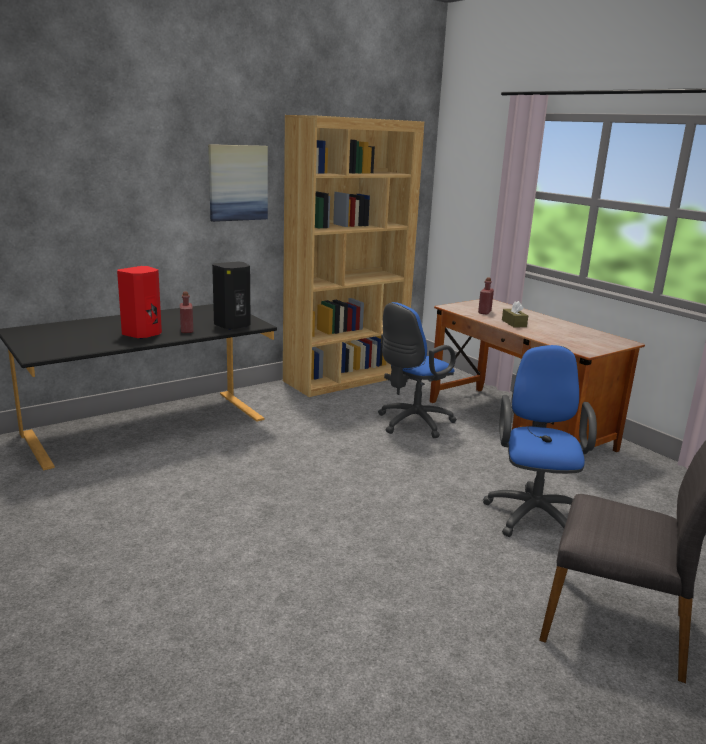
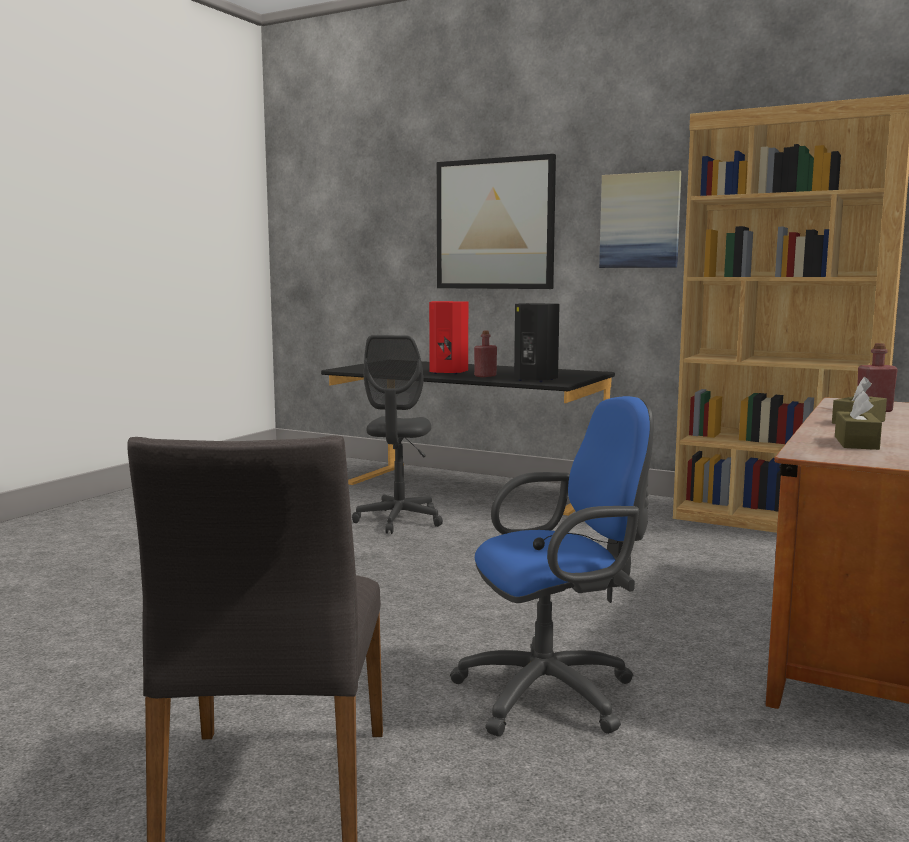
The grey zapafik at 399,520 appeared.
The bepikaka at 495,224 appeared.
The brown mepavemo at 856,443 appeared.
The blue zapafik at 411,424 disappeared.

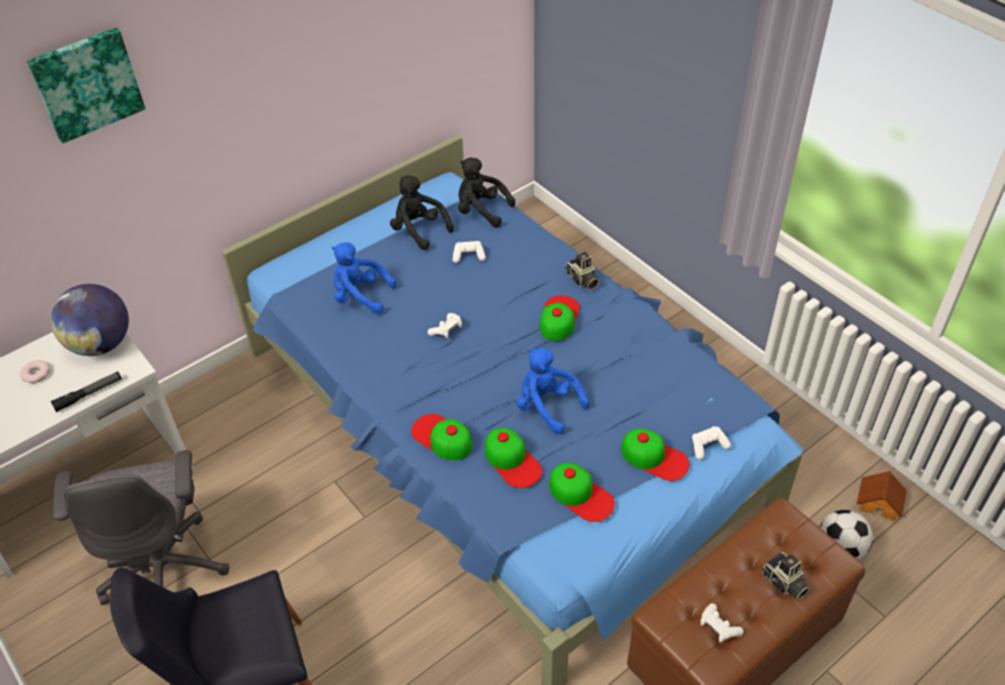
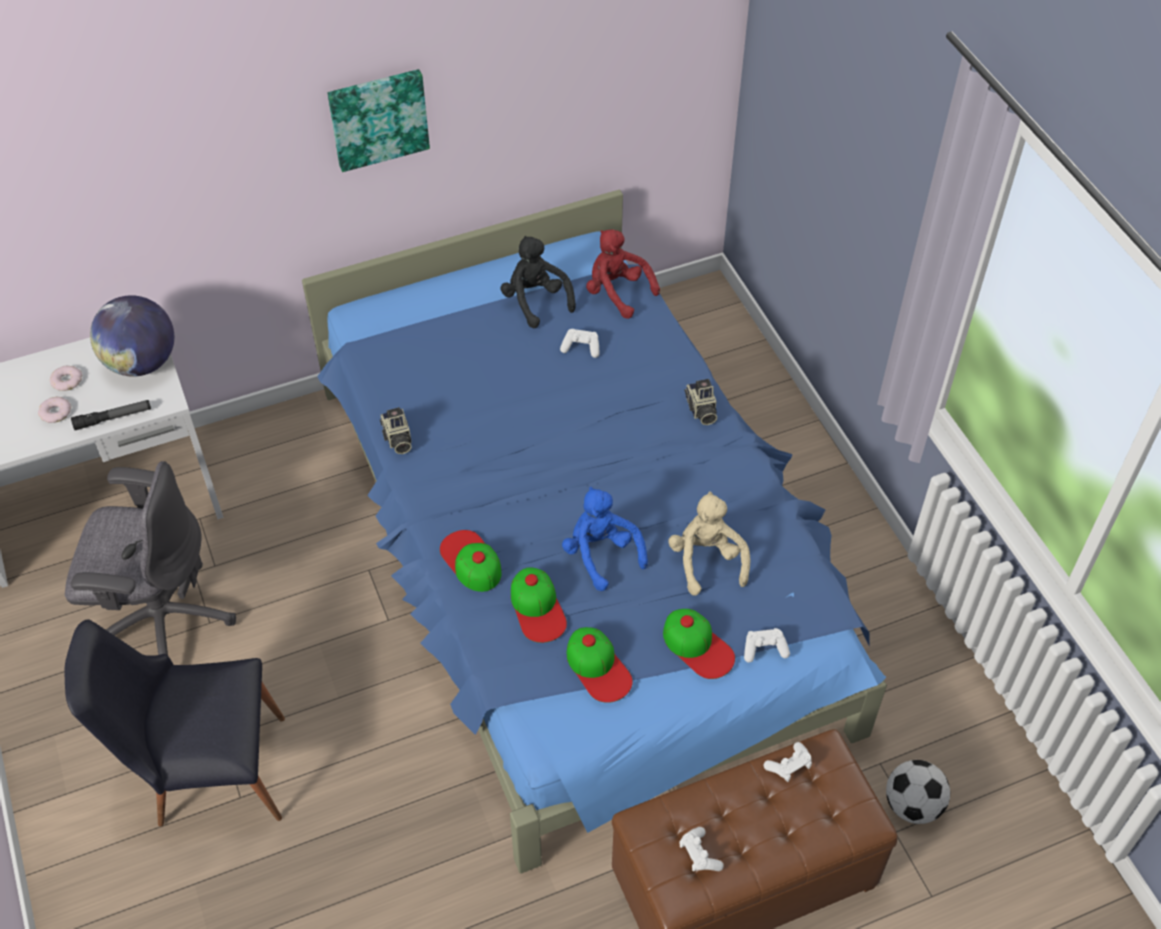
The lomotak at 55,412 appeared.
The grey zapafik at 165,568 turned 90 degrees counterclockwise.
The bepikaka moved from 86,83 to 378,118.
The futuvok moved from 784,583 to 397,439.
The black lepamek at 481,211 became the red lepamek at 617,292.
The beige lepamek at 707,560 appeared.
The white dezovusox moved from 446,330 to 789,766.
The blue lepamek at 360,296 disappeared.
The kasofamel at 558,317 disappeared.
The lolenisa at 879,503 disappeared.

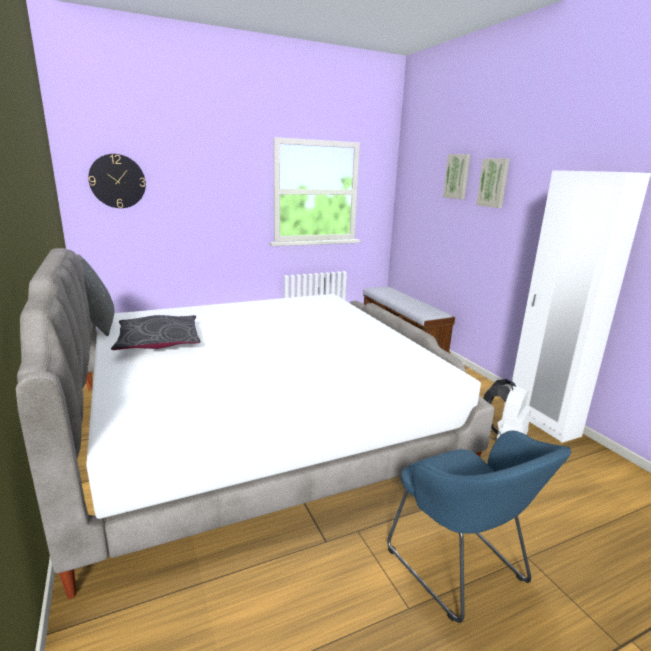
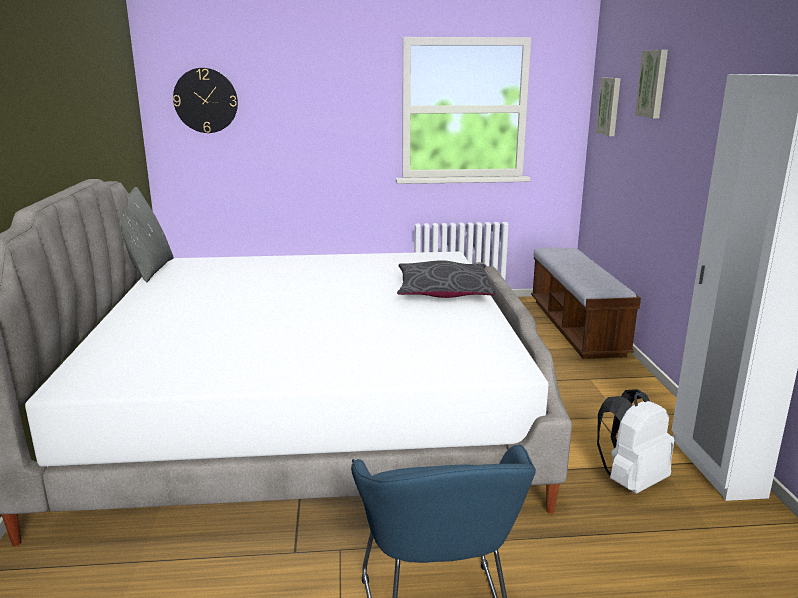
The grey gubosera moved from 158,342 to 443,292.
The bepikaka moved from 494,183 to 610,106.

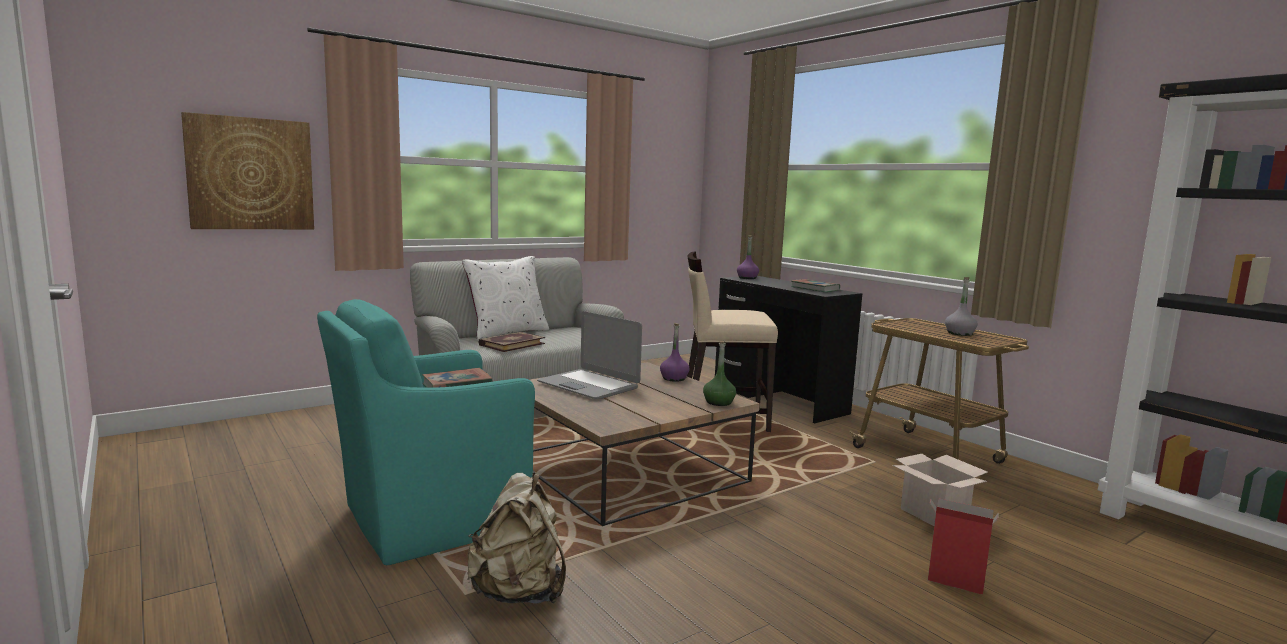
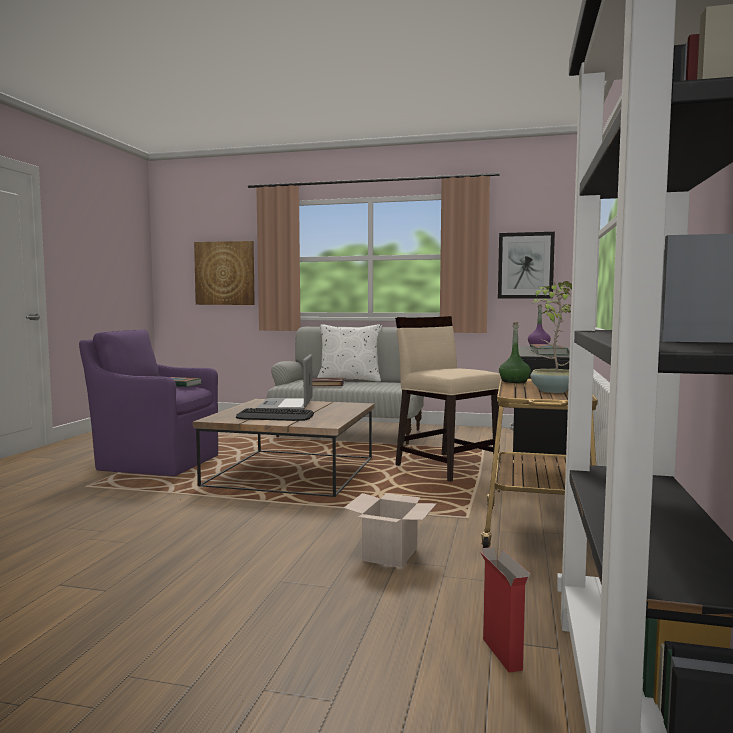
The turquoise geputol at 430,519 became the purple geputol at 156,462.
The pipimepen at 275,416 appeared.
The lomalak moved from 953,584 to 501,653.
The bepikaka at 525,265 appeared.
The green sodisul moved from 718,402 to 514,381.
The grey sodisul at 959,333 was replaced by the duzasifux at 551,391.
The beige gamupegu at 519,593 disappeared.
The purple sodisul at 674,378 disappeared.

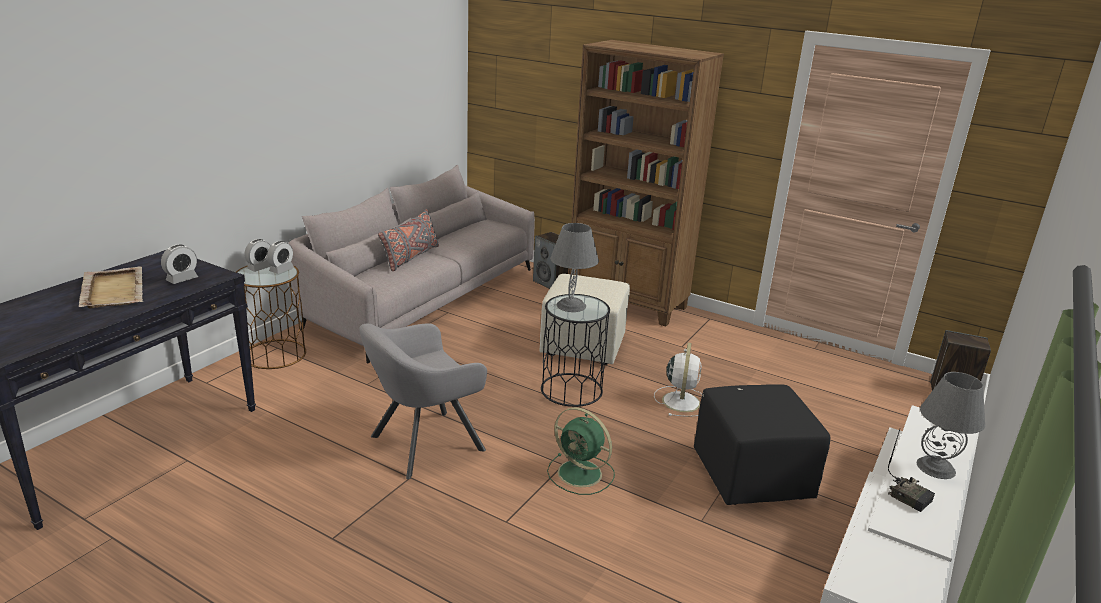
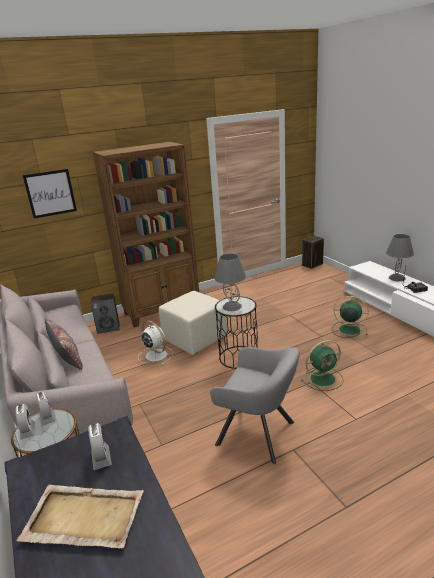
The bepikaka at 50,193 appeared.
The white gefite moved from 681,401 to 155,355.
The grey geputol at 422,445 turned 60 degrees counterclockwise.
The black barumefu at 750,476 was replaced by the green gefite at 348,329.

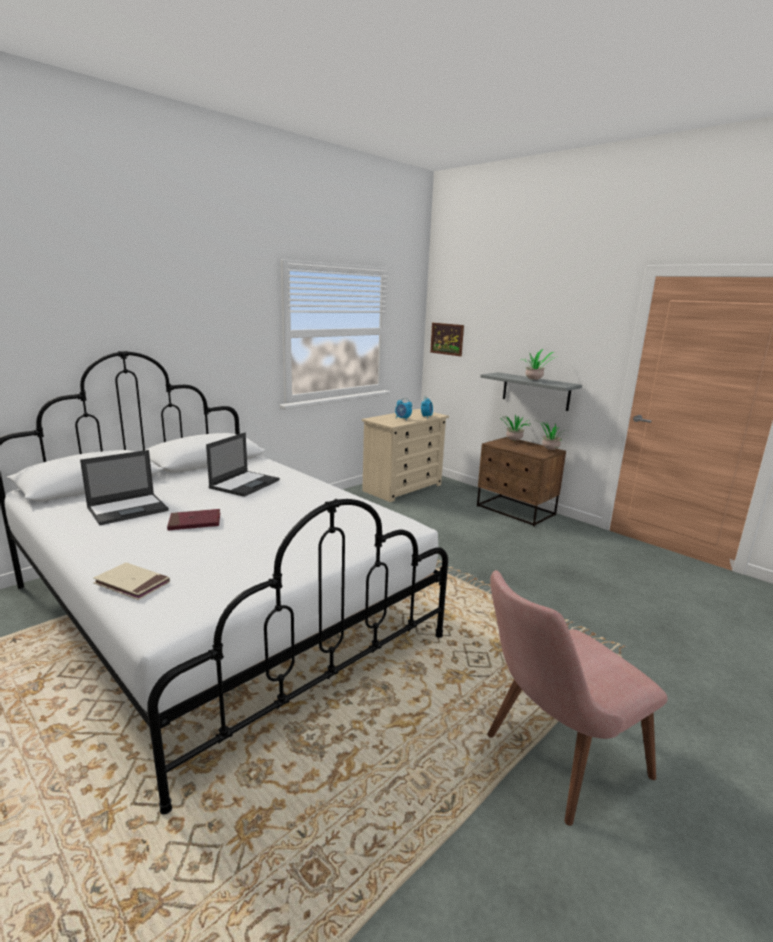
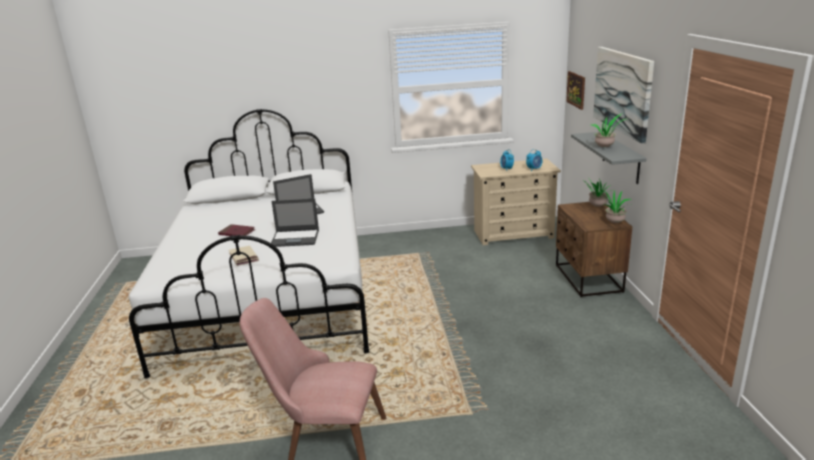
The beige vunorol moved from 132,584 to 243,257.
The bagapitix moved from 129,509 to 296,238.
The bepikaka at 622,91 appeared.

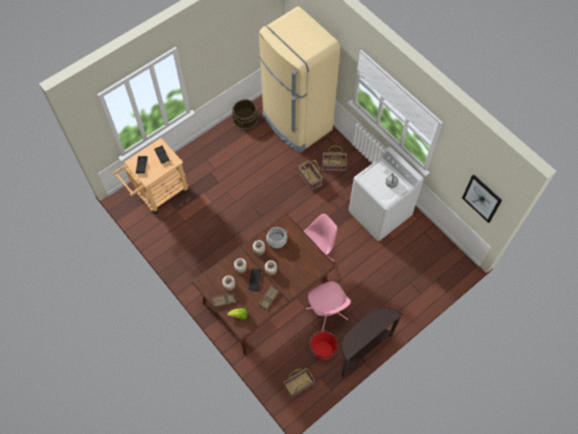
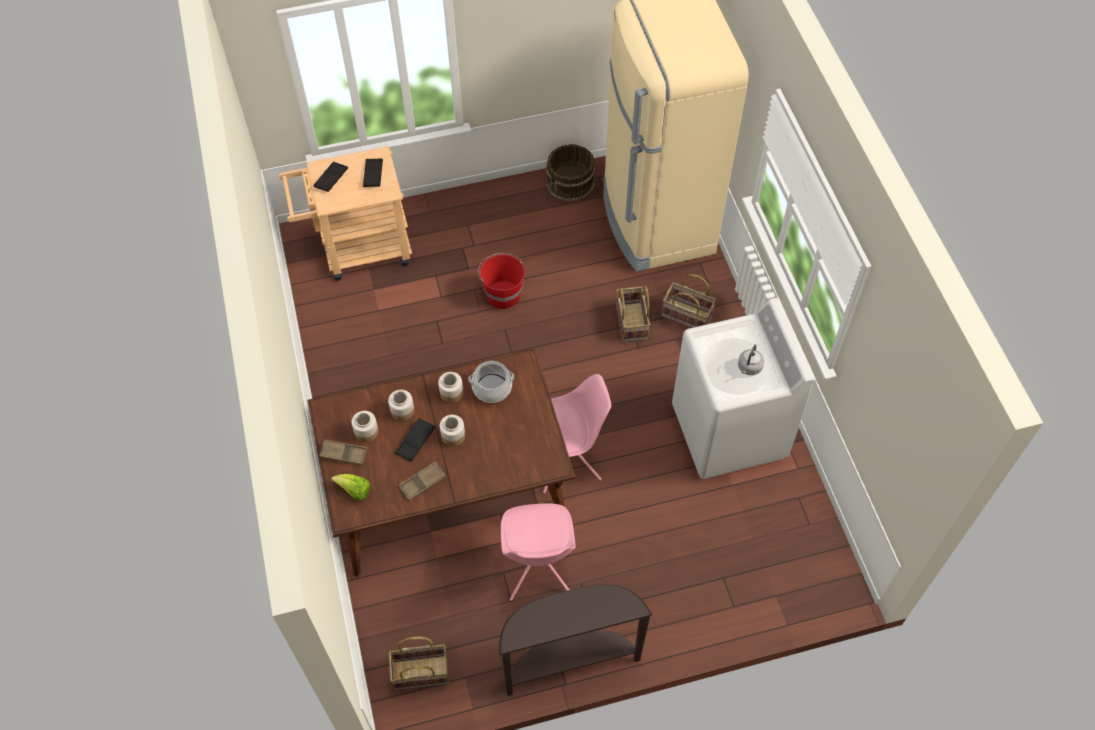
The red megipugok moved from 322,350 to 503,294.
The bepikaka at 482,198 disappeared.

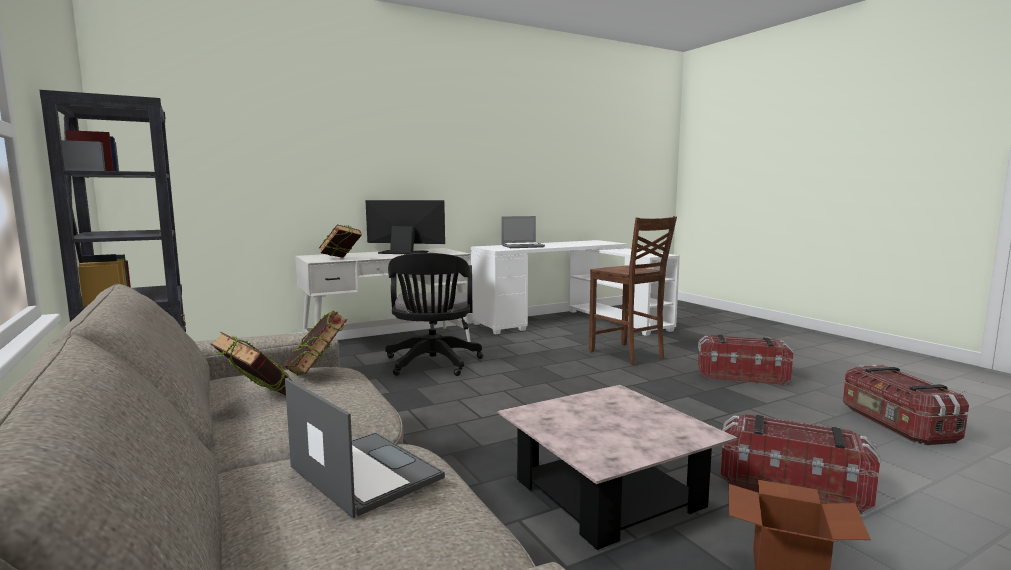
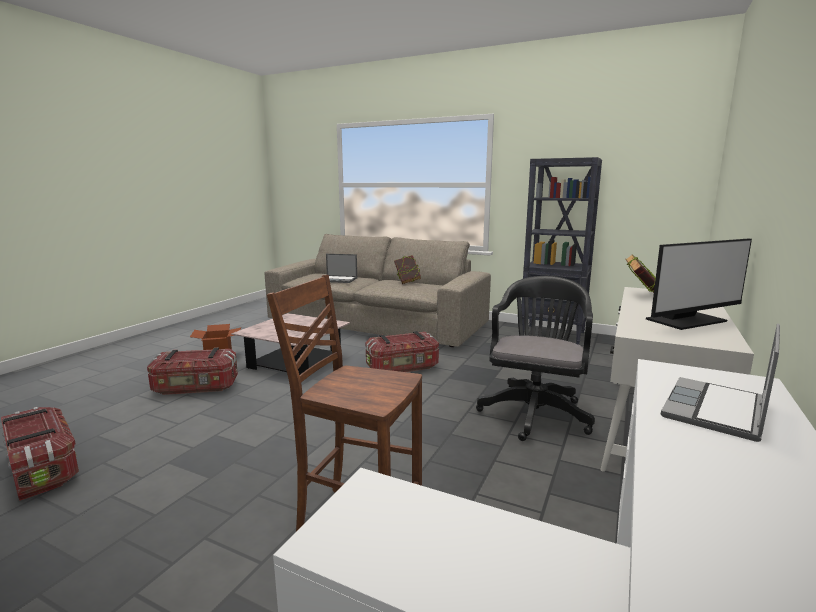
The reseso moved from 741,376 to 403,368.
The black zapafik at 432,364 turned 60 degrees clockwise.
The vunorol at 317,374 disappeared.

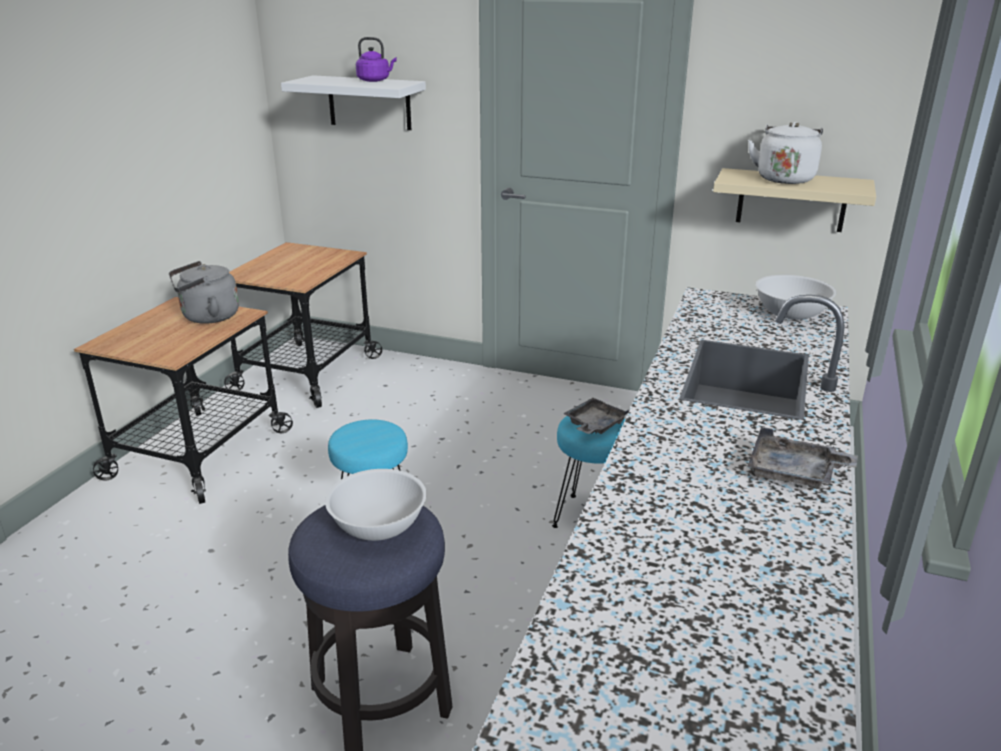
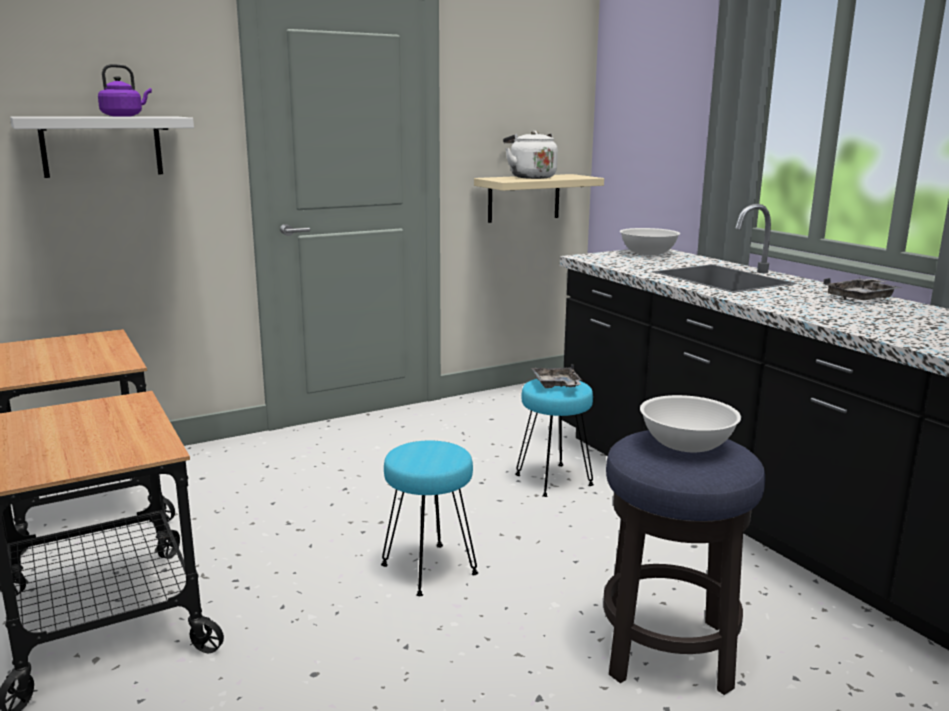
The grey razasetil at 207,317 disappeared.

